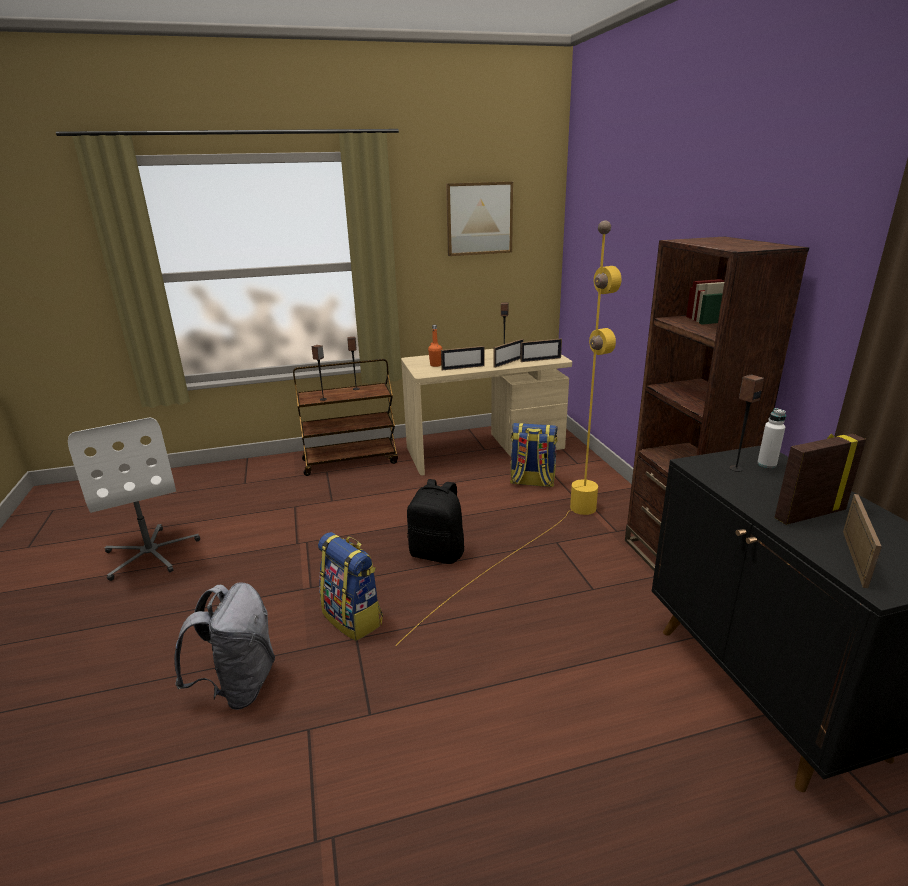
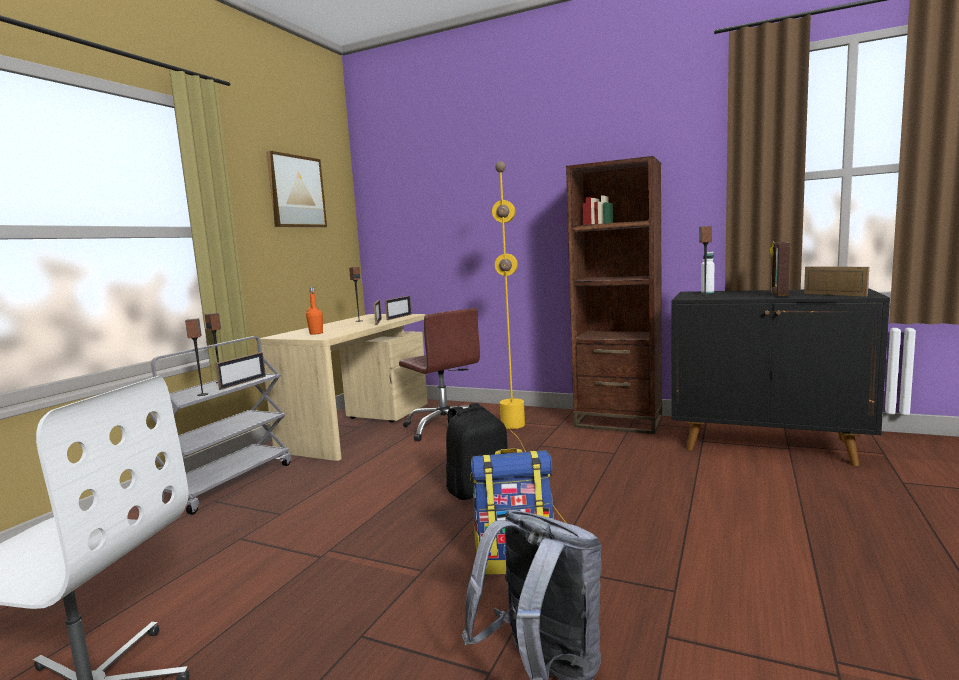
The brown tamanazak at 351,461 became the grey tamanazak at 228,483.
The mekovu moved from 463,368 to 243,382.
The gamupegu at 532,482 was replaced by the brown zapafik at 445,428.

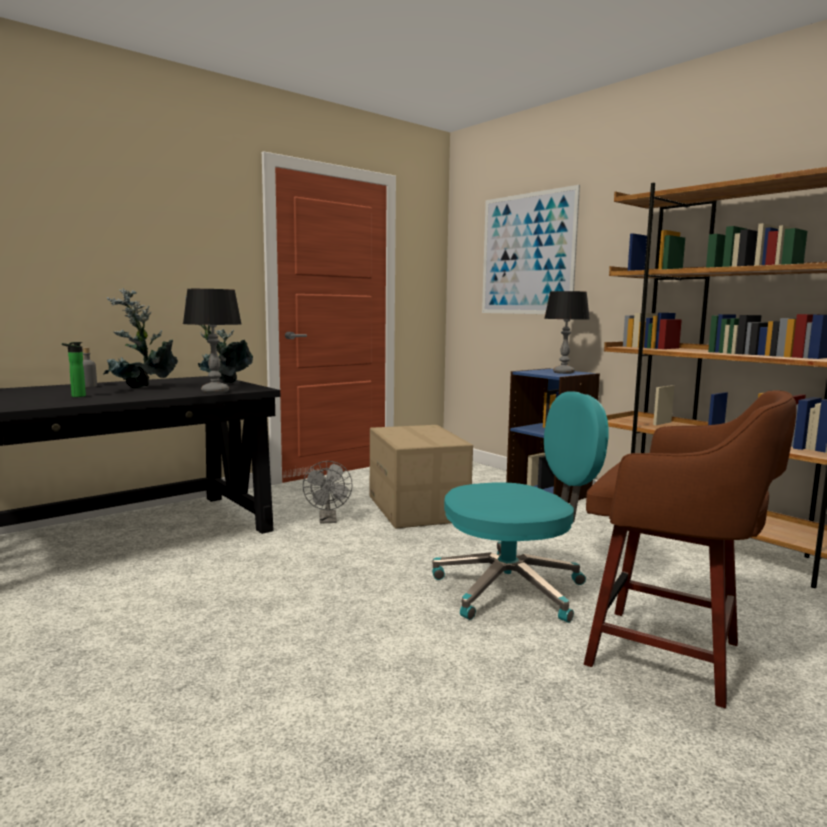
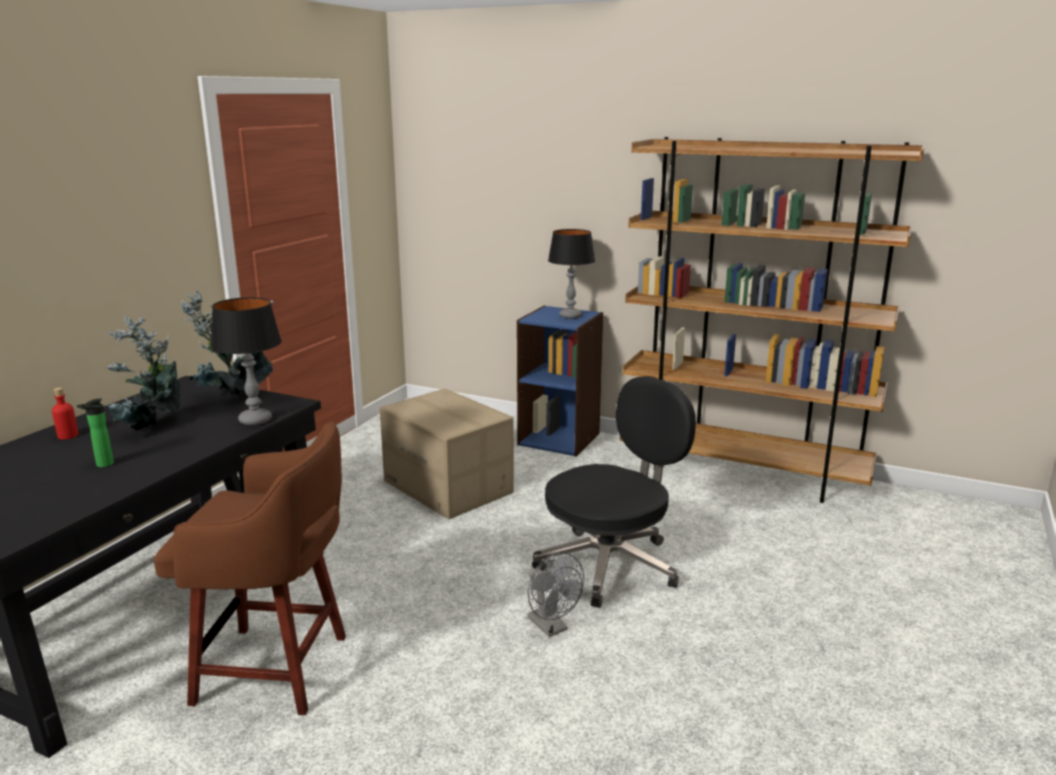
The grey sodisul at 89,386 became the red sodisul at 68,435.
The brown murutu moved from 670,655 to 277,669.
The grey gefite moved from 328,520 to 551,627.
The turquoise zapafik at 513,589 became the black zapafik at 610,565.
The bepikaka at 527,254 disappeared.

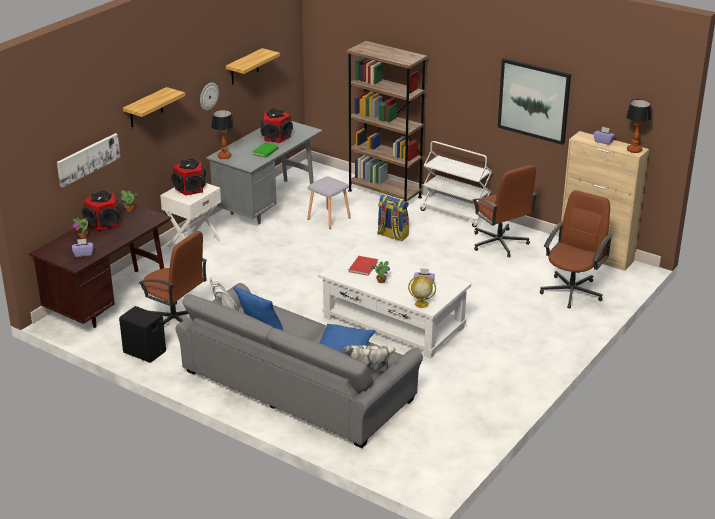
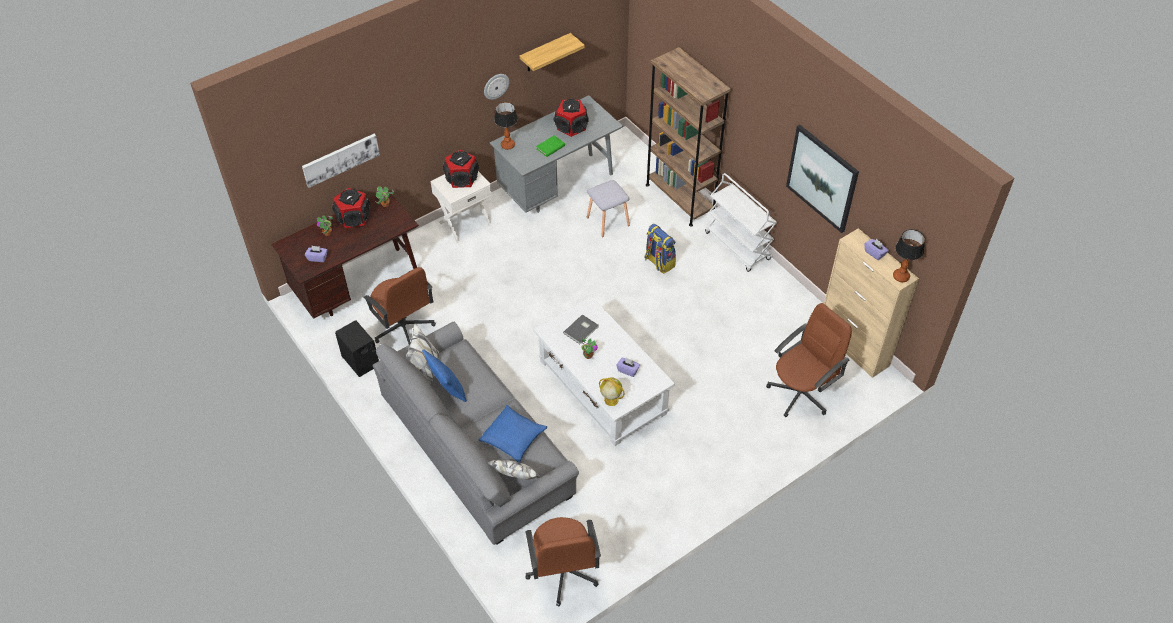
The brown zapafik moved from 499,243 to 562,573.
The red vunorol at 364,266 became the grey vunorol at 582,330.
The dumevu at 146,108 disappeared.

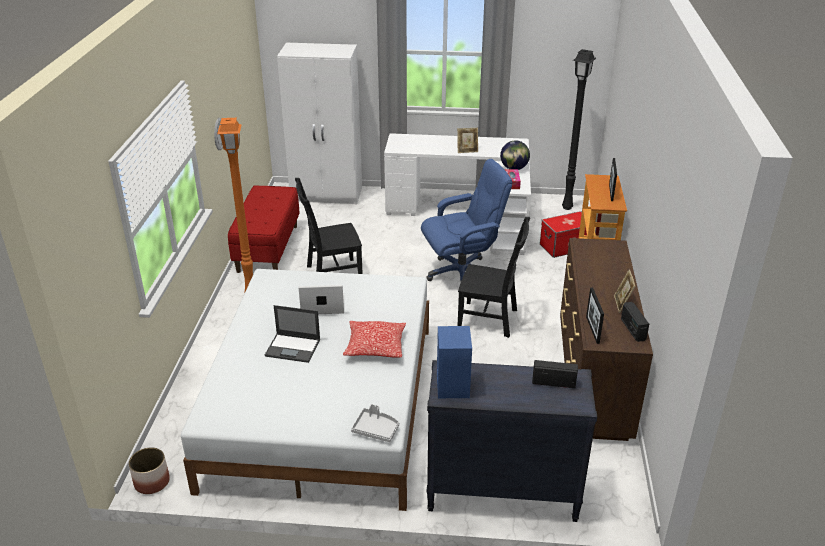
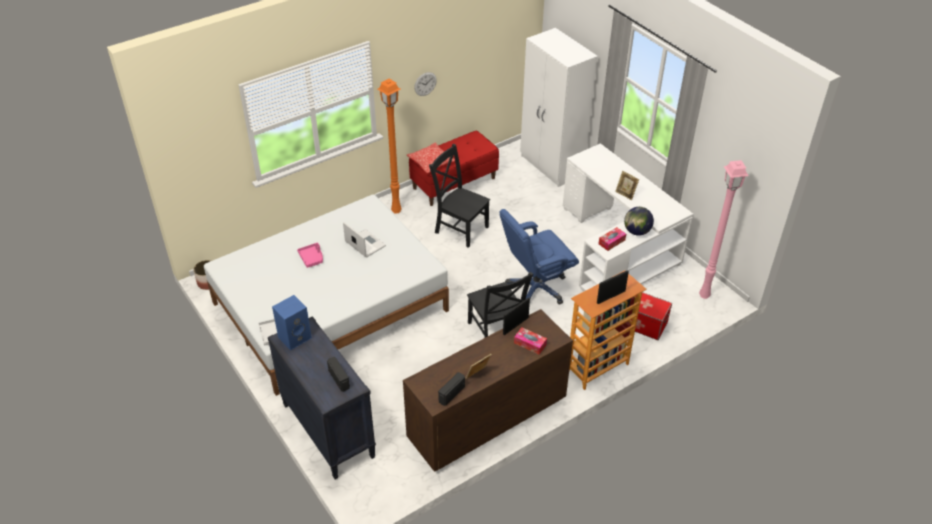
The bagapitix at 293,348 was replaced by the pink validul at 312,258.
The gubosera moved from 375,347 to 431,163.
The blue zapafik at 462,273 turned 120 degrees clockwise.
The mekovu moved from 592,329 to 515,326.
The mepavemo at 530,344 appeared.
The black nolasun at 566,207 became the pink nolasun at 704,295.

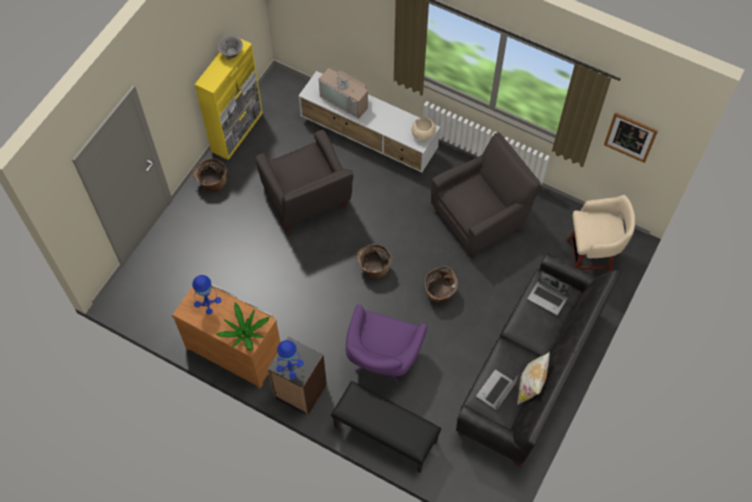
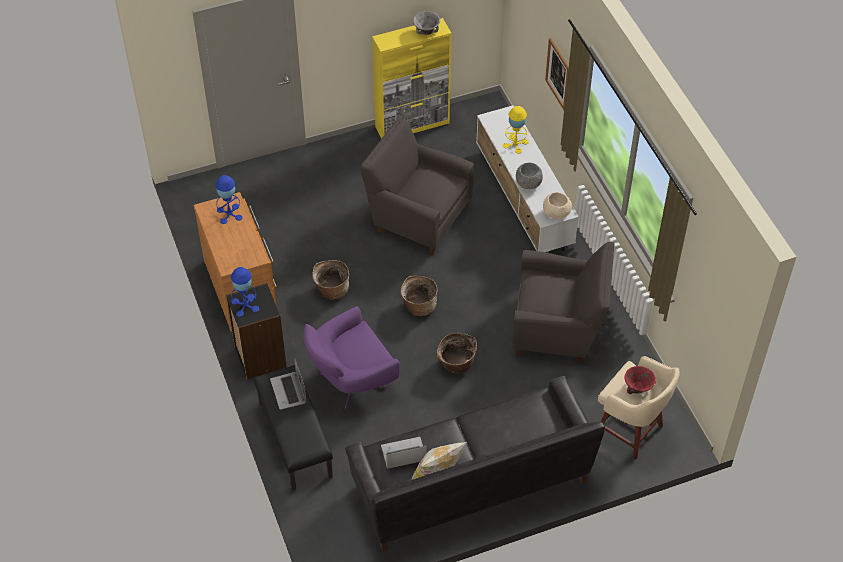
The bagapitix moved from 548,298 to 289,391.
The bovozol moved from 212,184 to 331,290.
The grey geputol at 308,201 turned 105 degrees clockwise.
The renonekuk at 346,100 was replaced by the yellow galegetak at 515,143.
The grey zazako at 528,183 appeared.
The bepikaka moved from 630,137 to 558,74.
The red zazako at 638,387 appeared.
The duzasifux at 245,333 disappeared.

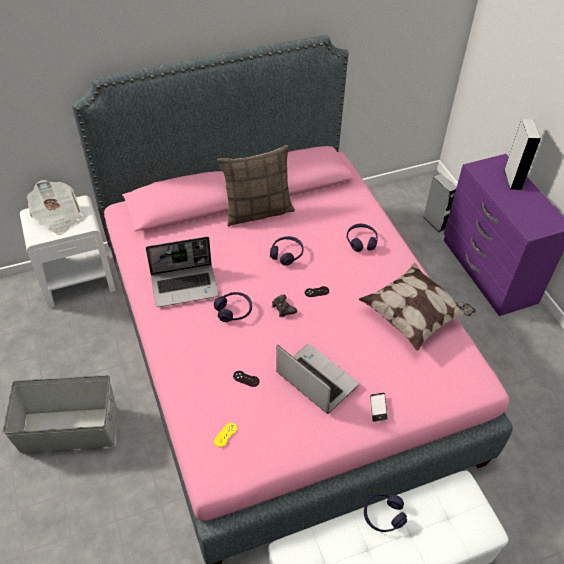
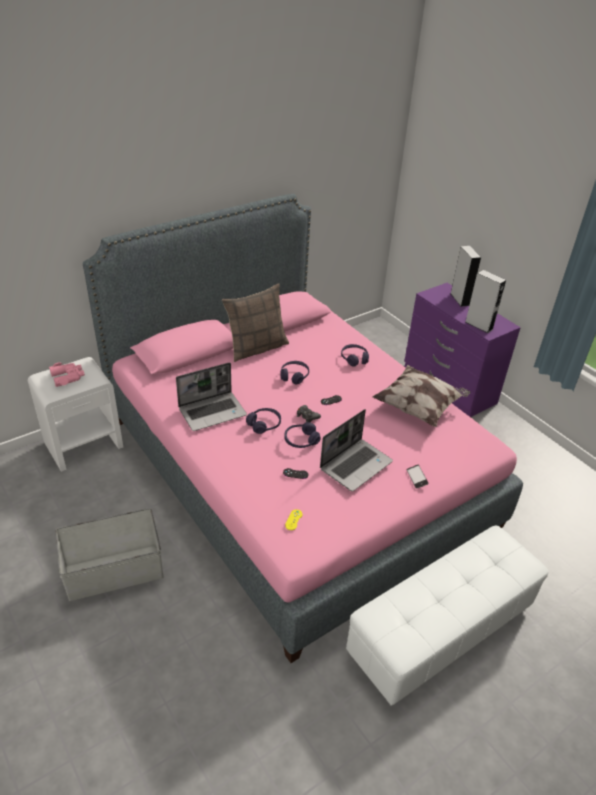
The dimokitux at 57,217 was replaced by the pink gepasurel at 68,377.
The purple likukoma moved from 383,515 to 301,440.
The bagapitix at 315,379 turned 105 degrees clockwise.
The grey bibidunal moved from 434,222 to 479,325.

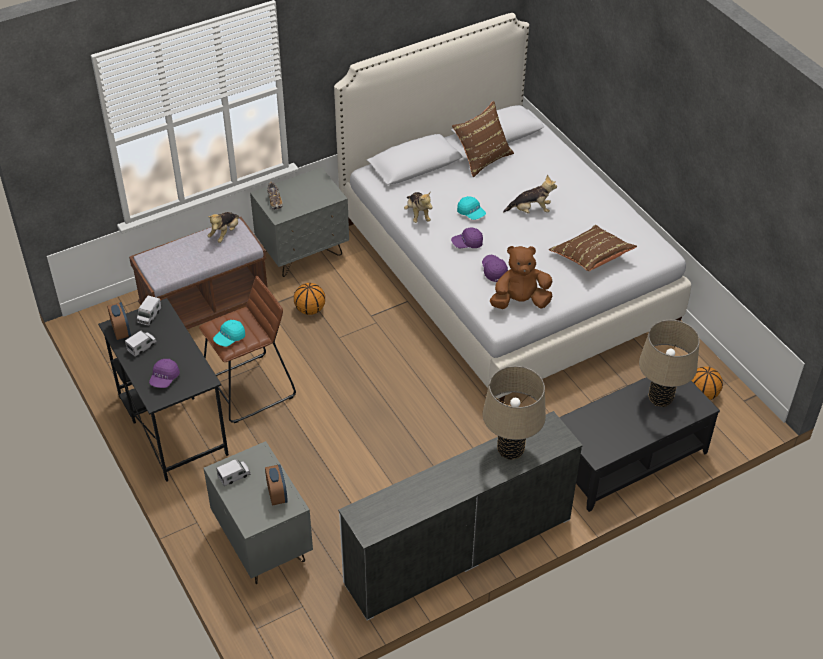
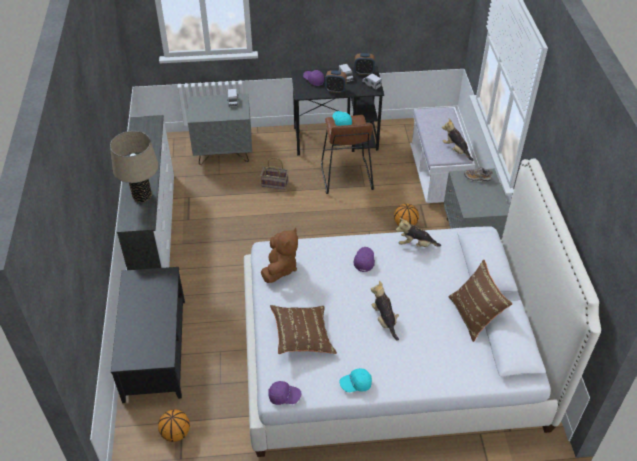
The bovozol at 275,183 appeared.
The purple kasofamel moved from 494,271 to 284,396.
The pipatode moved from 277,495 to 335,90.
The turquoise kasofamel moved from 471,213 to 355,384.
The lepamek at 530,210 turned 135 degrees clockwise.
The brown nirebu at 205,303 became the white nirebu at 437,175.
The beige galegetak at 660,398 disappeared.

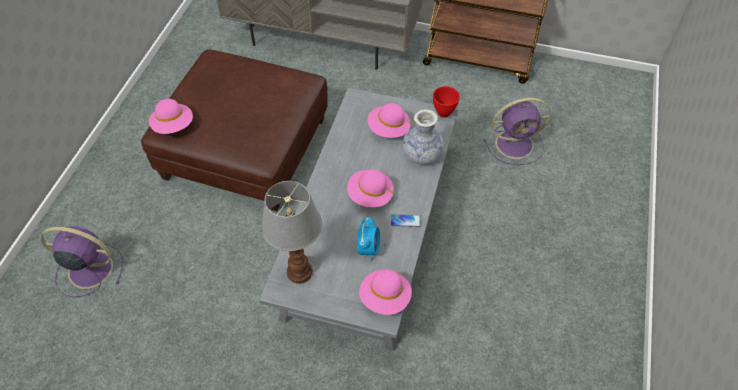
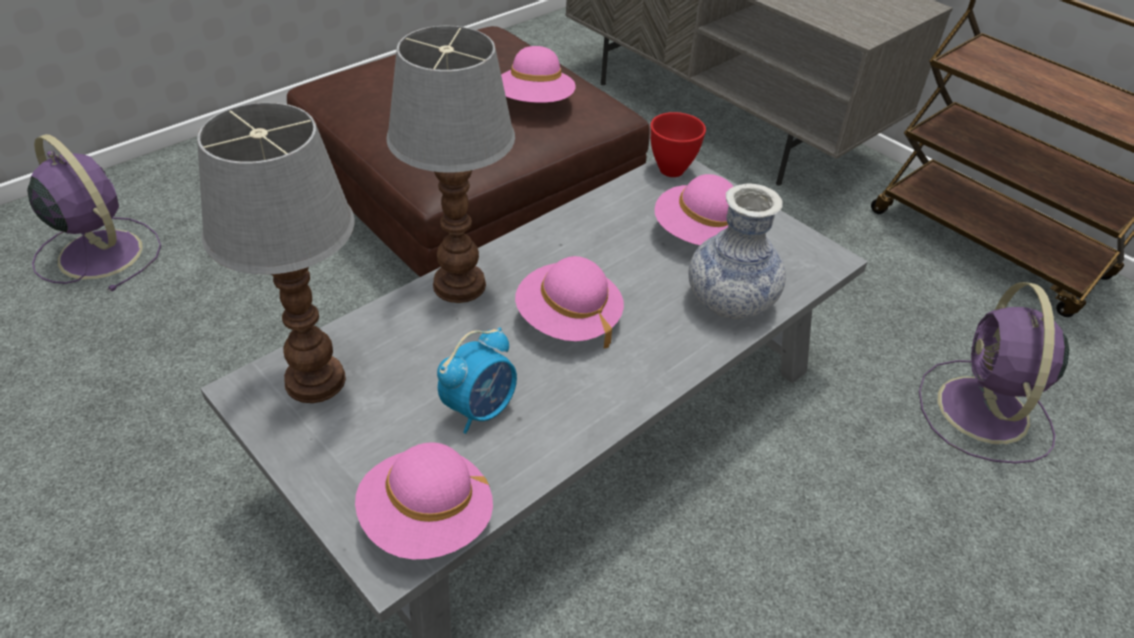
The galegetak at 458,283 appeared.
The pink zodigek moved from 173,126 to 535,103.
The red zazako moved from 443,112 to 671,169.
The purple gefite at 516,144 turned 75 degrees clockwise.
The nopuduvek at 405,221 disappeared.

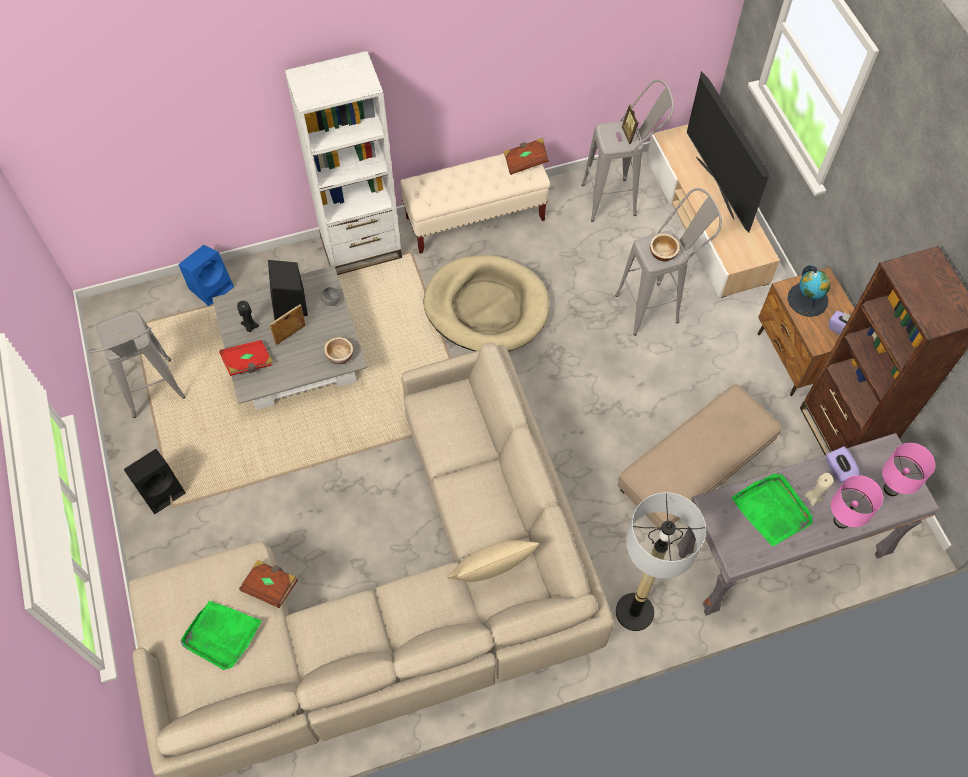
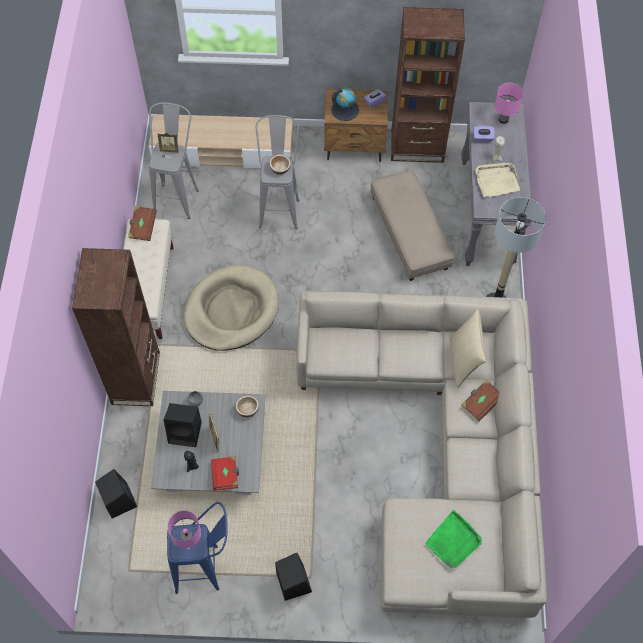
The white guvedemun at 361,248 became the brown guvedemun at 136,378.
The blue bibidunal at 212,287 became the black bibidunal at 118,499.
The grey murutu at 155,397 became the blue murutu at 206,568.
The pink galegetak moved from 841,521 to 188,541.
The brown vunorol moved from 271,586 to 480,403.
The green validul at 772,510 became the beige validul at 496,181.
The renonekuk at 716,187 disappeared.

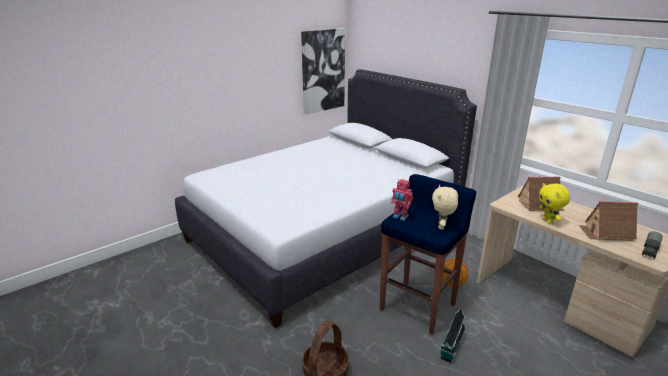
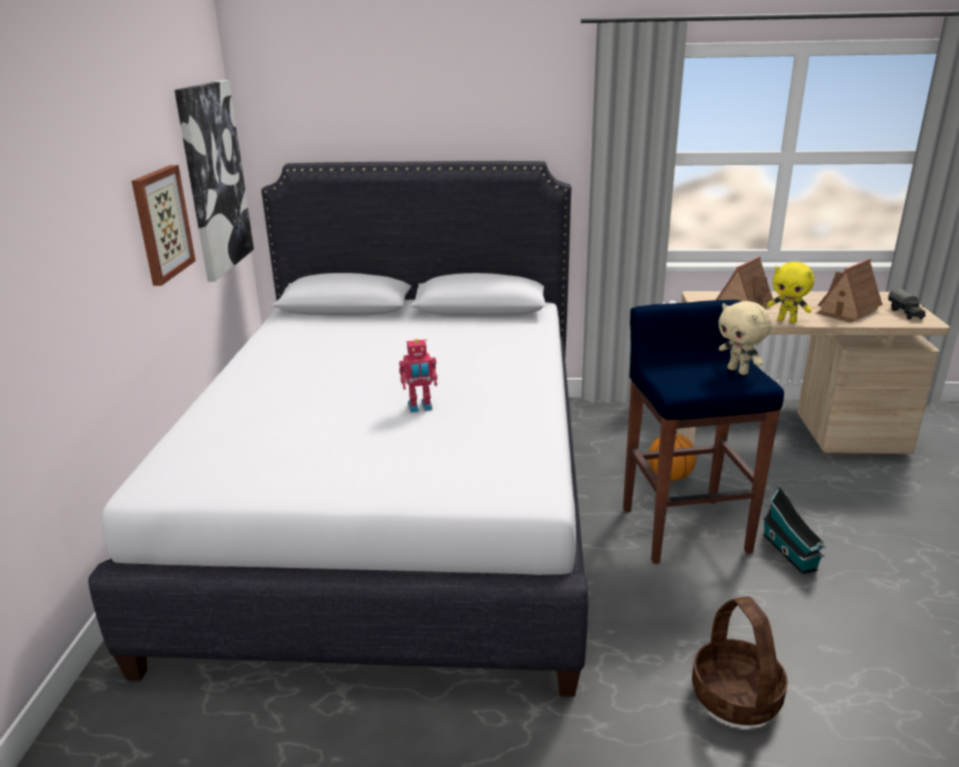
The bepikaka at 161,224 appeared.
The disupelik moved from 400,217 to 420,407.

